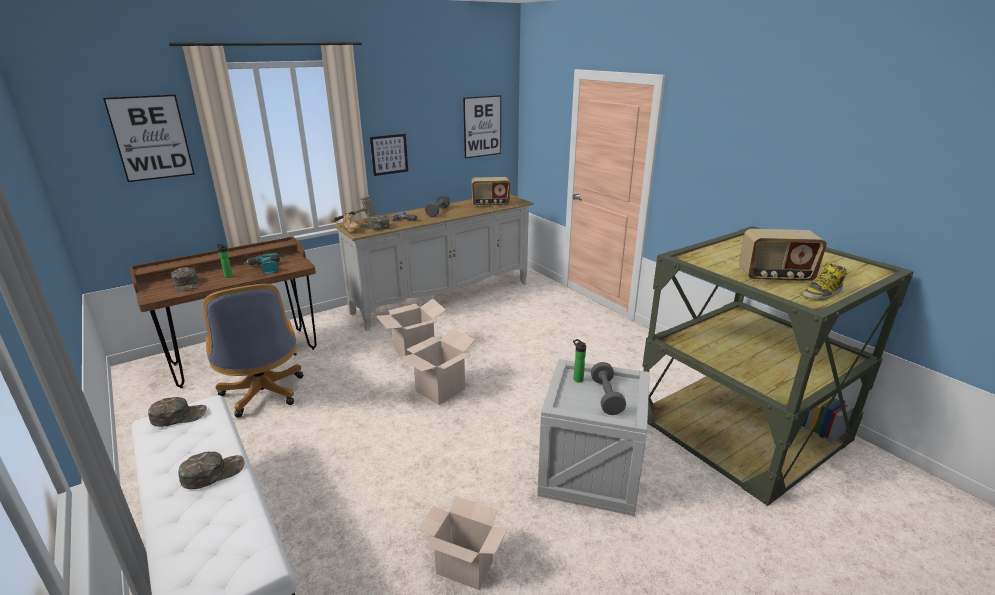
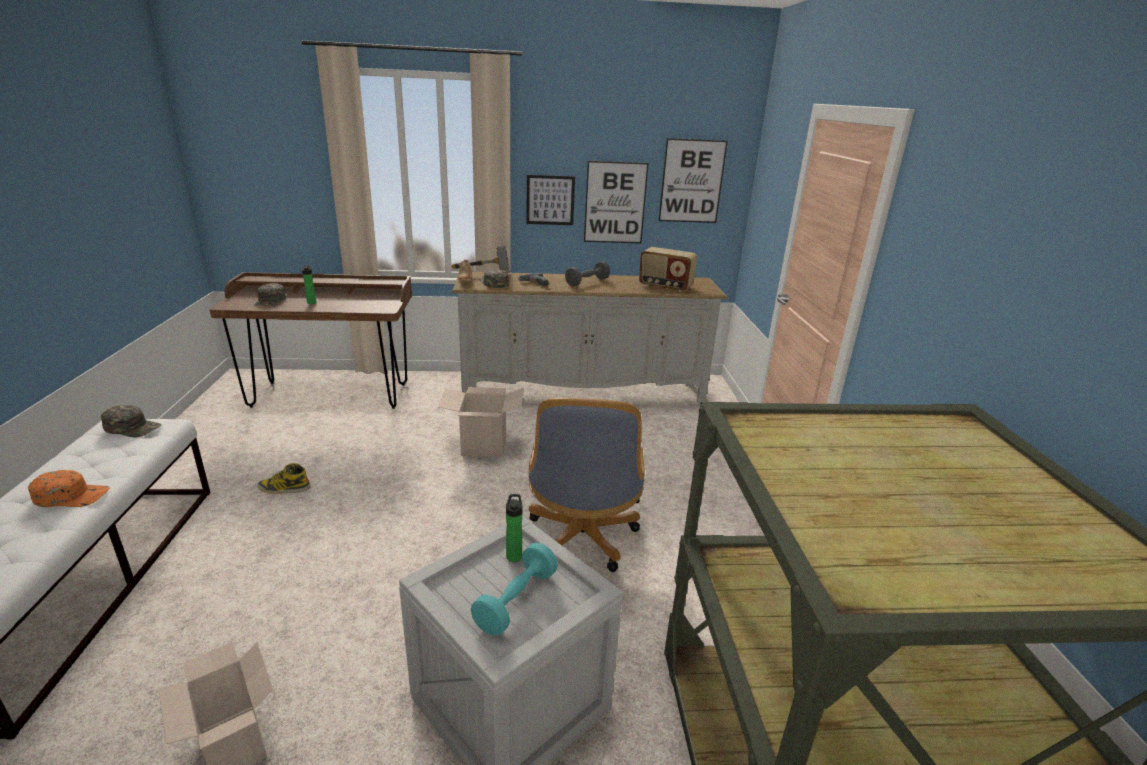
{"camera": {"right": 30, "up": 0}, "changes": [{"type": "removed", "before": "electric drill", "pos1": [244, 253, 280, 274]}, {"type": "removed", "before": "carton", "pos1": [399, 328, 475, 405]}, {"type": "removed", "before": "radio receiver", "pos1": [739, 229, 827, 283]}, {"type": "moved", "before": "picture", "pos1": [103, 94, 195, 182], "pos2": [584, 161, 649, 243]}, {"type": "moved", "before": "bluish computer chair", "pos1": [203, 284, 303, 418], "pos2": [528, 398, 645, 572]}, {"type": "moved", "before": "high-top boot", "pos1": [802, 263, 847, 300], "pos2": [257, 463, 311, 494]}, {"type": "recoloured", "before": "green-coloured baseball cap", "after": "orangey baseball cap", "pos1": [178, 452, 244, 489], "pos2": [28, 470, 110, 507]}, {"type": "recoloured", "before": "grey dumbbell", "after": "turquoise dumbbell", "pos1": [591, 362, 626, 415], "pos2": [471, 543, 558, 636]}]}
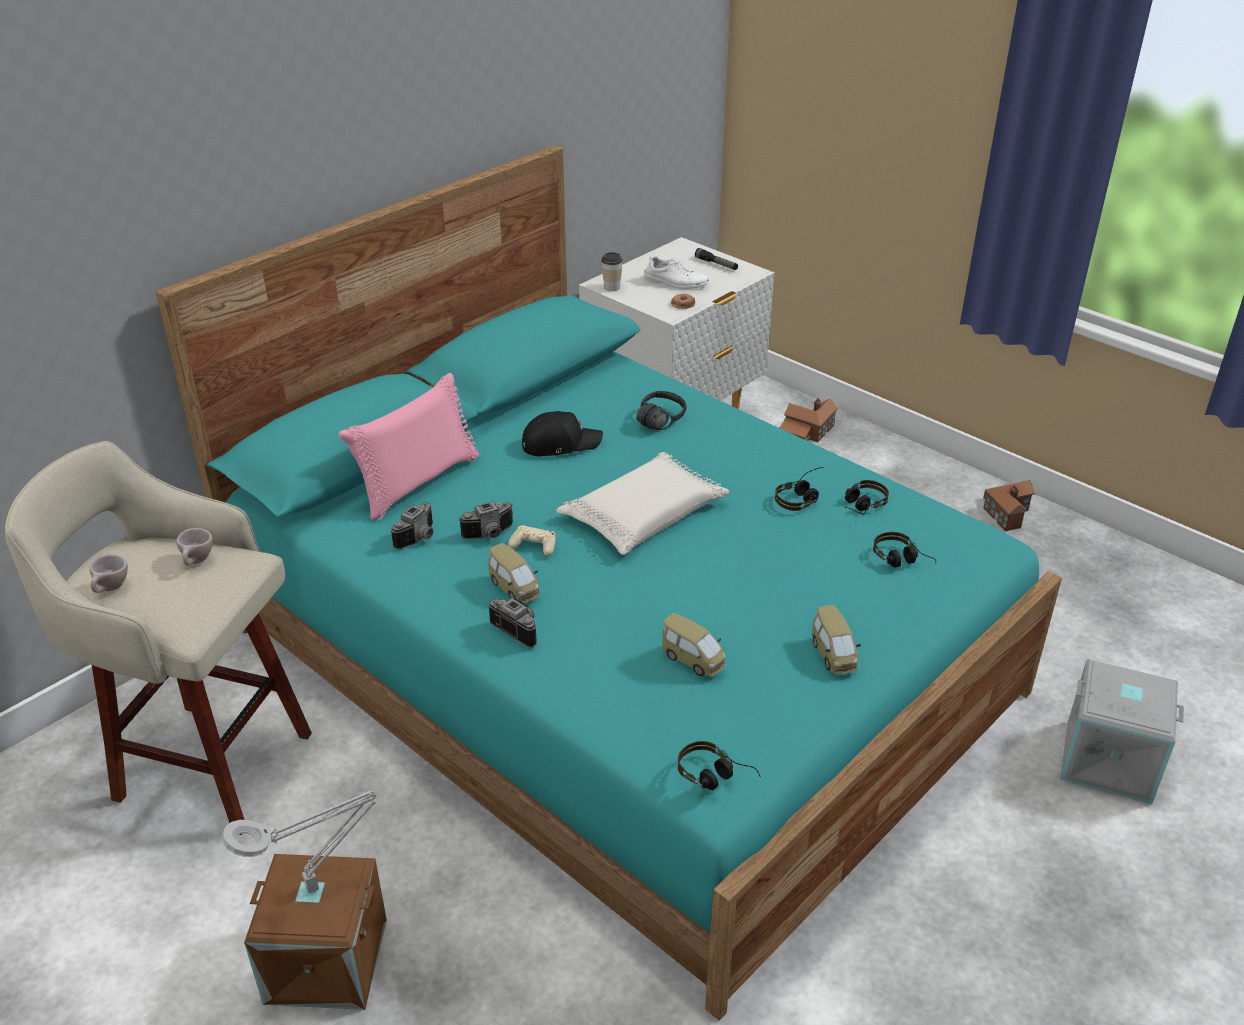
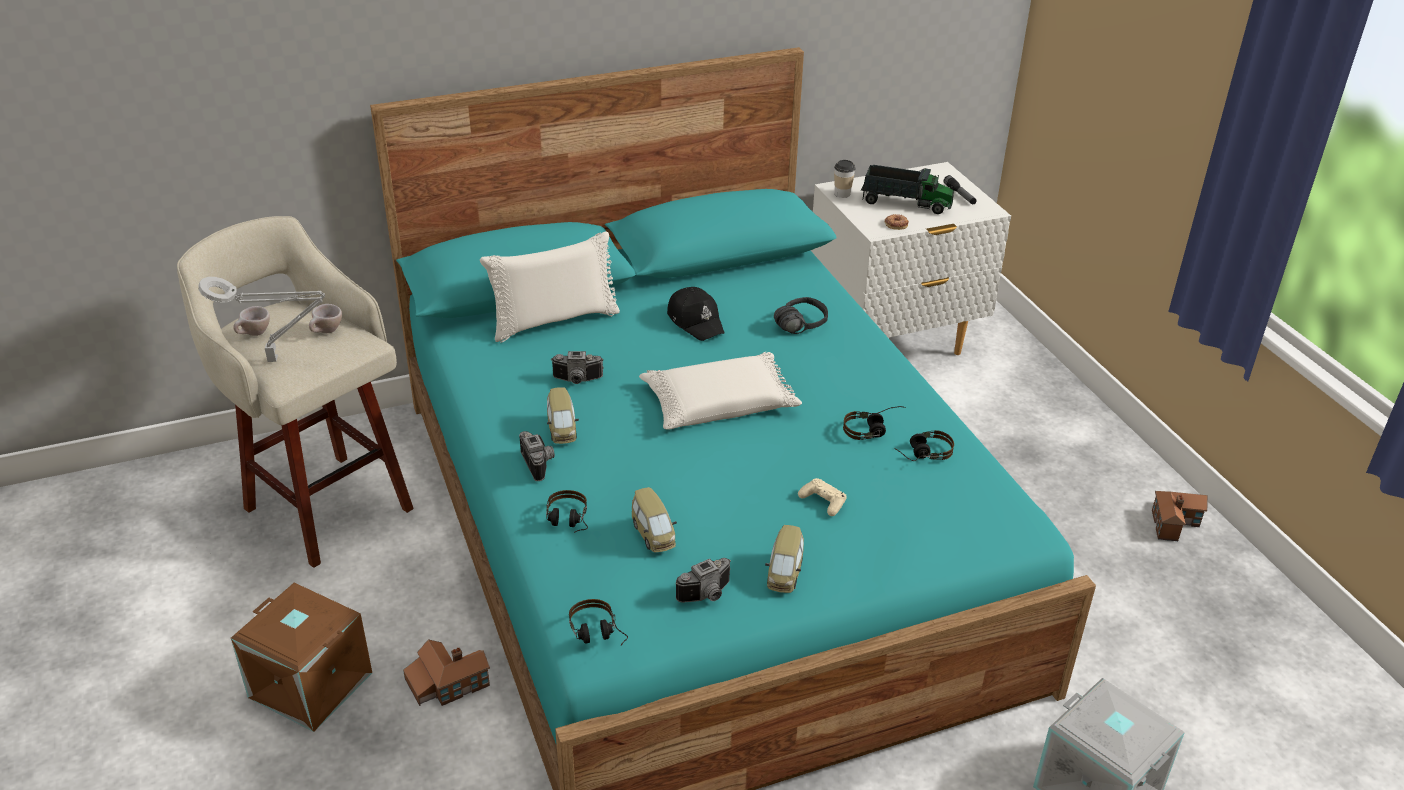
{"camera": {"right": 25, "up": 0}, "changes": [{"type": "moved", "before": "grey tabletop lamp", "pos1": [222, 790, 376, 894], "pos2": [198, 277, 325, 362]}, {"type": "moved", "before": "photo camera", "pos1": [391, 502, 433, 549], "pos2": [676, 558, 731, 603]}, {"type": "moved", "before": "beige joypad", "pos1": [508, 526, 556, 556], "pos2": [798, 478, 847, 516]}, {"type": "moved", "before": "toy house", "pos1": [780, 398, 838, 442], "pos2": [403, 639, 490, 706]}, {"type": "moved", "before": "headset", "pos1": [873, 532, 936, 568], "pos2": [546, 490, 588, 533]}, {"type": "replaced", "before": "white shoe", "after": "model truck", "pos1": [643, 256, 709, 289], "pos2": [861, 165, 954, 214]}, {"type": "recoloured", "before": "pink cushion", "after": "white cushion", "pos1": [339, 373, 479, 521], "pos2": [480, 232, 620, 343]}, {"type": "turned", "before": "black baseball cap", "pos1": [522, 411, 603, 456], "pos2": [667, 287, 724, 341], "turn": 45}]}
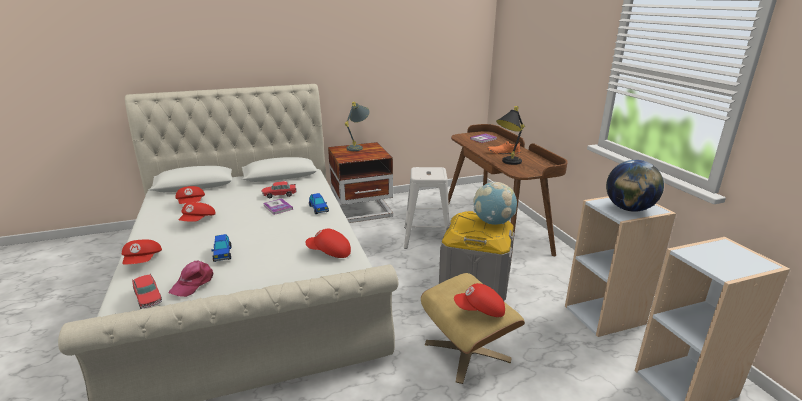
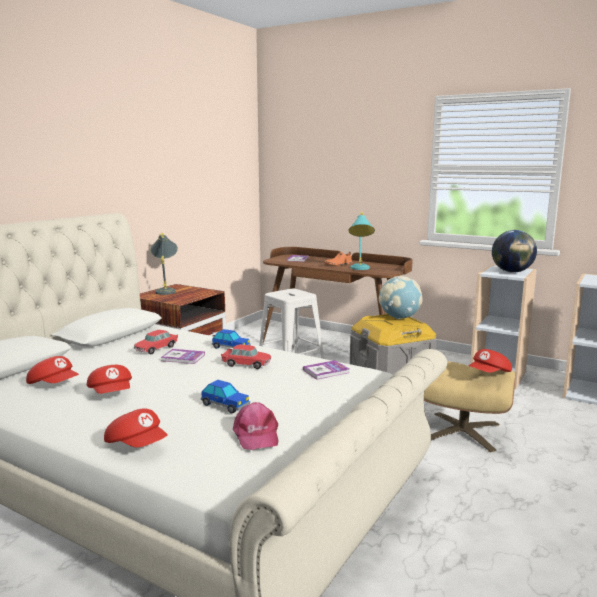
{"camera": {"right": -40, "up": -10}, "changes": [{"type": "moved", "before": "toy car", "pos1": [132, 274, 162, 309], "pos2": [221, 344, 271, 369]}, {"type": "replaced", "before": "red-coloured baseball cap", "after": "book", "pos1": [306, 229, 351, 258], "pos2": [303, 360, 349, 380]}, {"type": "recoloured", "before": "black tabletop lamp", "after": "turquoise tabletop lamp", "pos1": [496, 106, 525, 165], "pos2": [348, 212, 375, 270]}]}
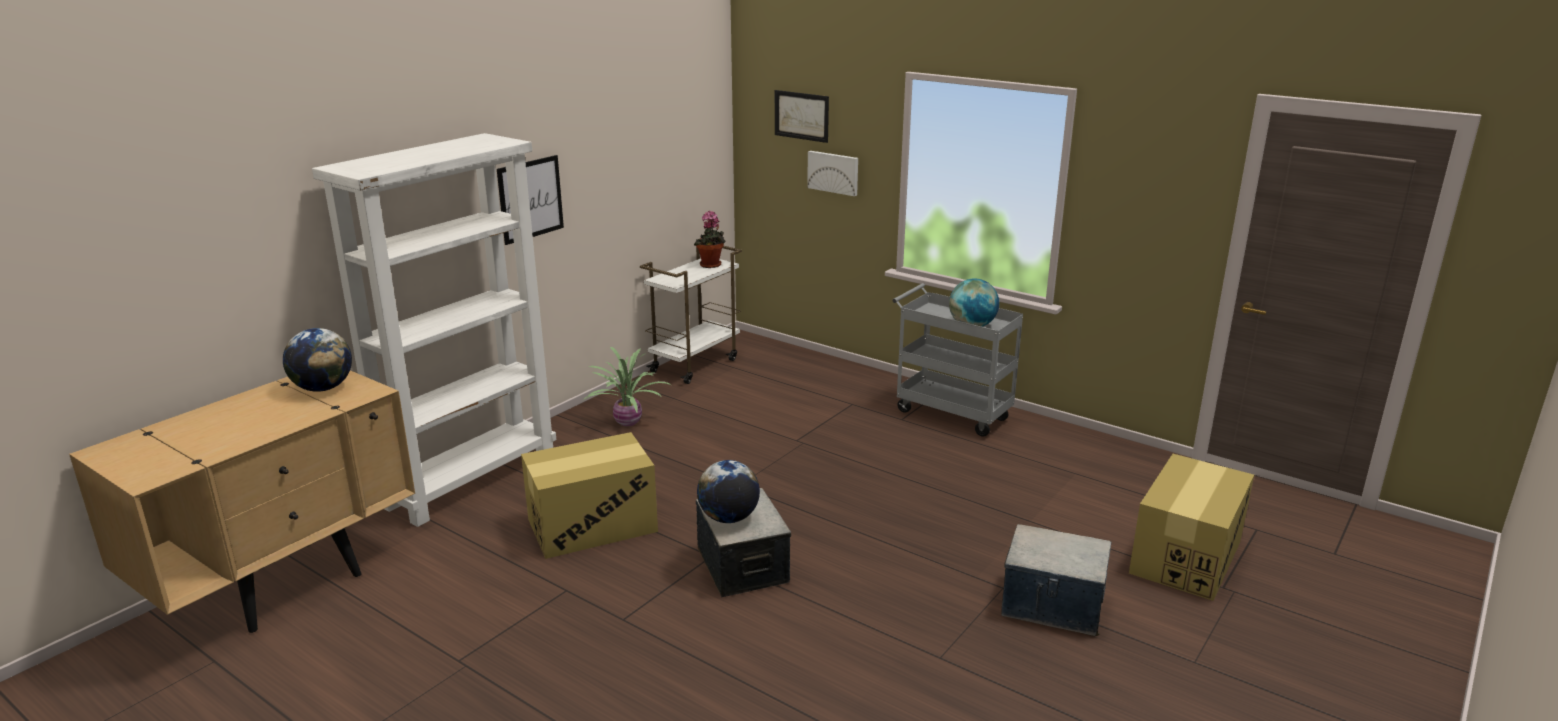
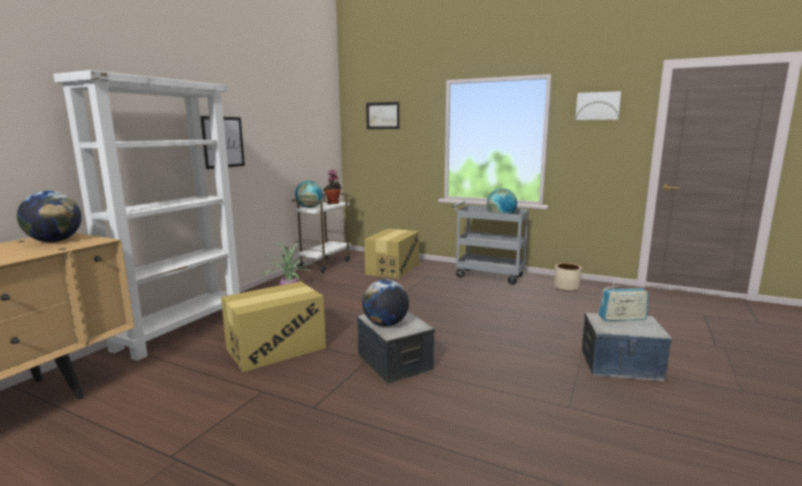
{"camera": {"right": -10, "up": -10}, "changes": [{"type": "added", "after": "globe", "pos2": [295, 180, 323, 208]}, {"type": "added", "after": "beige plant pot", "pos2": [554, 263, 582, 291]}, {"type": "added", "after": "radio receiver", "pos2": [599, 283, 648, 321]}, {"type": "moved", "before": "picture", "pos1": [807, 151, 858, 196], "pos2": [575, 91, 621, 120]}, {"type": "moved", "before": "carton", "pos1": [1129, 454, 1254, 601], "pos2": [364, 229, 419, 279]}]}
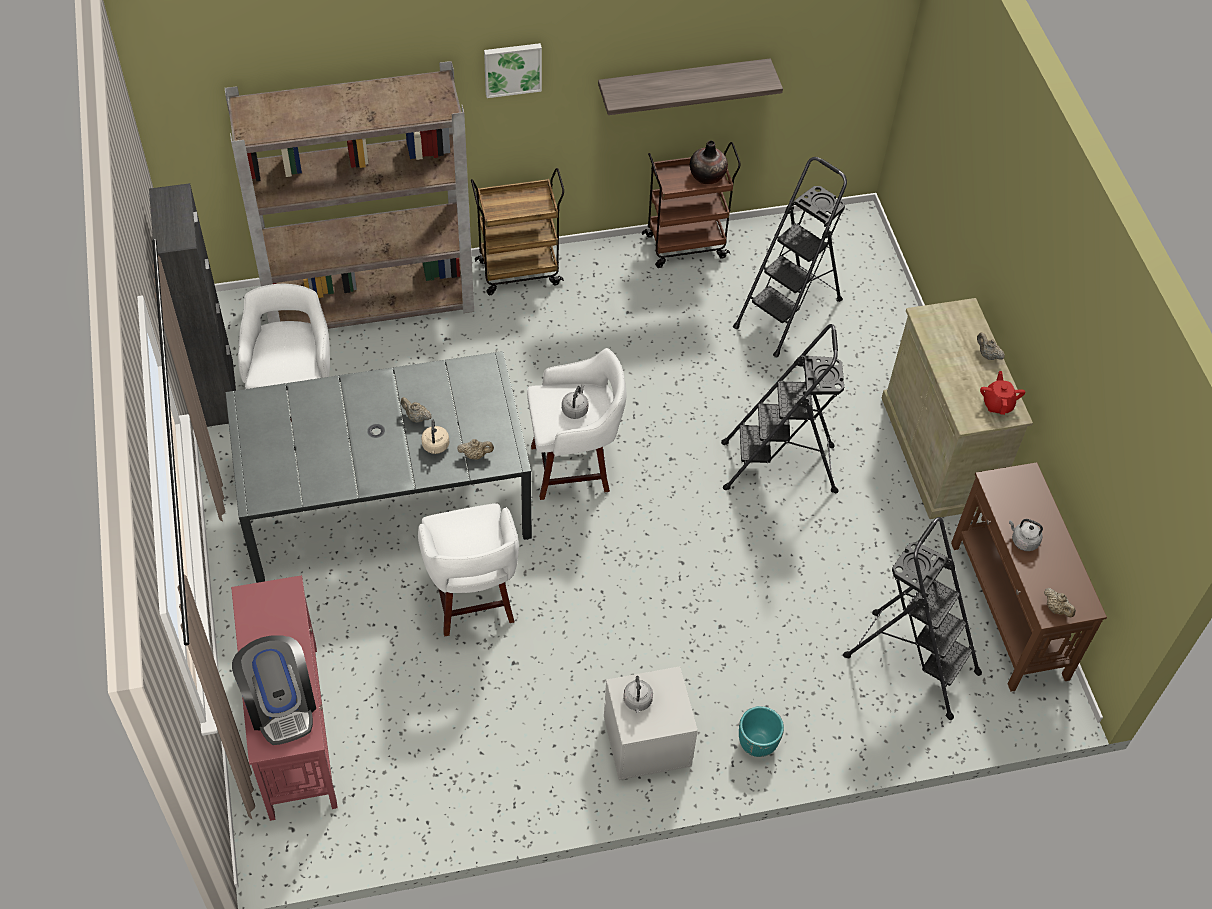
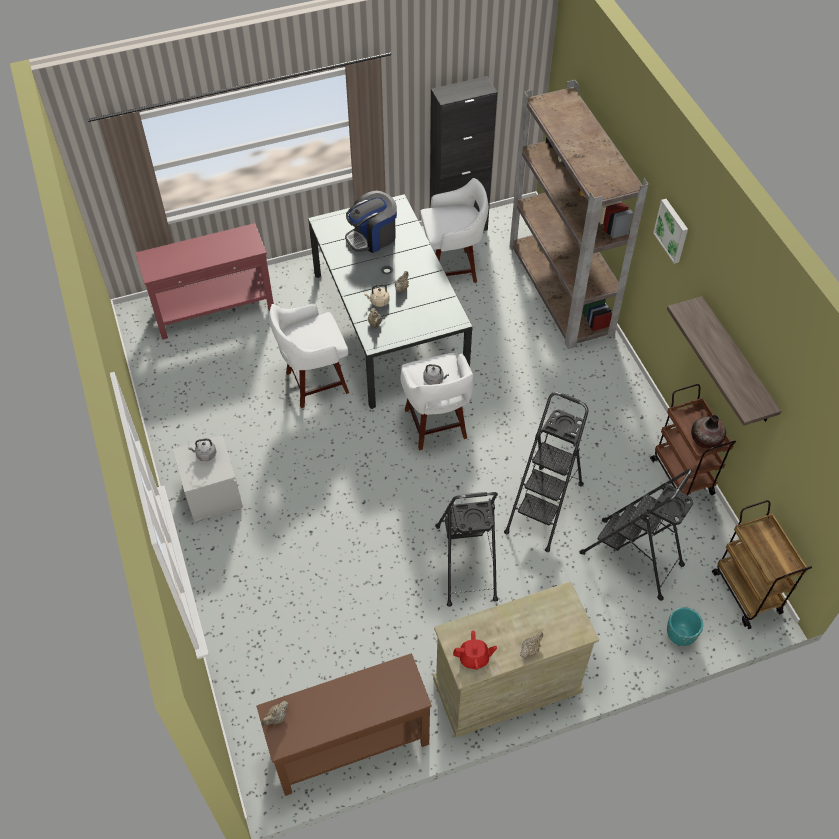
{"camera": {"right": 85, "up": 0}, "changes": [{"type": "removed", "before": "grey water kettle", "pos1": [1009, 519, 1043, 551]}, {"type": "moved", "before": "coffee brewer", "pos1": [232, 636, 316, 745], "pos2": [345, 191, 397, 253]}, {"type": "moved", "before": "brown wheeled cart", "pos1": [471, 168, 564, 295], "pos2": [712, 500, 812, 629]}, {"type": "moved", "before": "turquoise plant pot", "pos1": [739, 706, 784, 757], "pos2": [667, 607, 703, 646]}, {"type": "moved", "before": "step stool", "pos1": [843, 517, 982, 720], "pos2": [504, 392, 588, 552]}]}
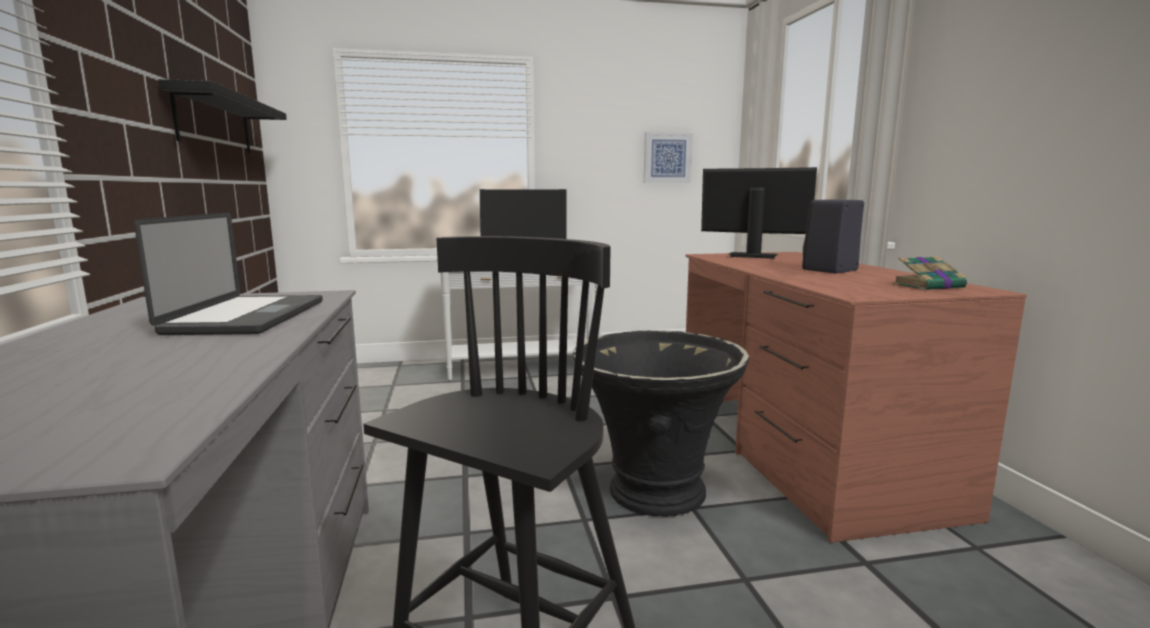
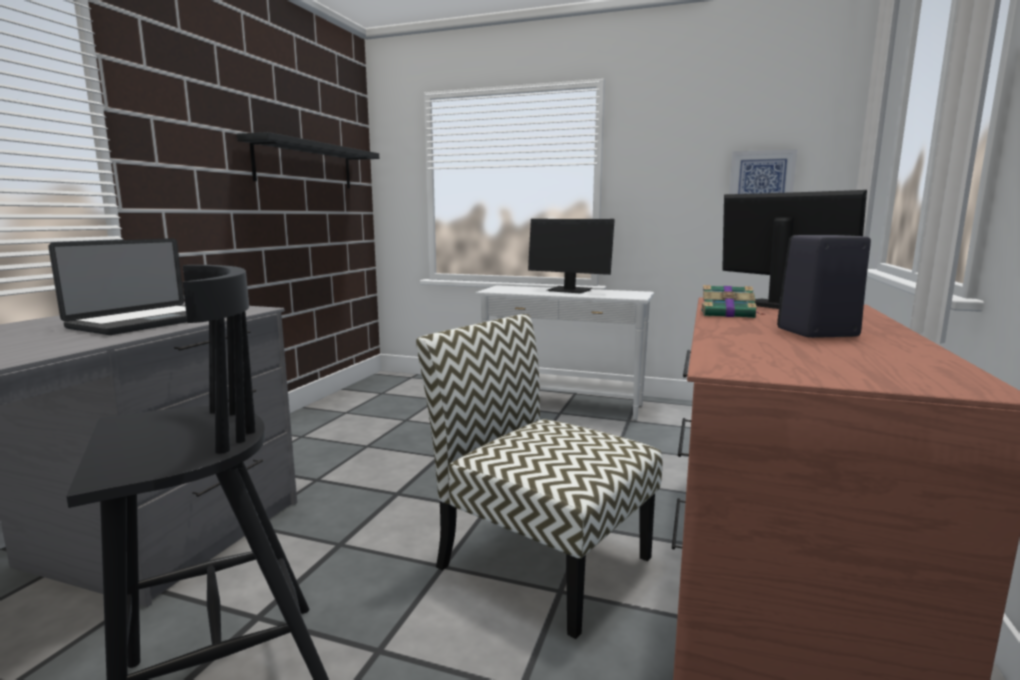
{"camera": {"right": 30, "up": 0}, "changes": [{"type": "moved", "before": "book", "pos1": [893, 256, 967, 290], "pos2": [701, 285, 765, 318]}, {"type": "replaced", "before": "black plant pot", "after": "plain chair", "pos1": [573, 330, 749, 517], "pos2": [416, 314, 663, 639]}]}
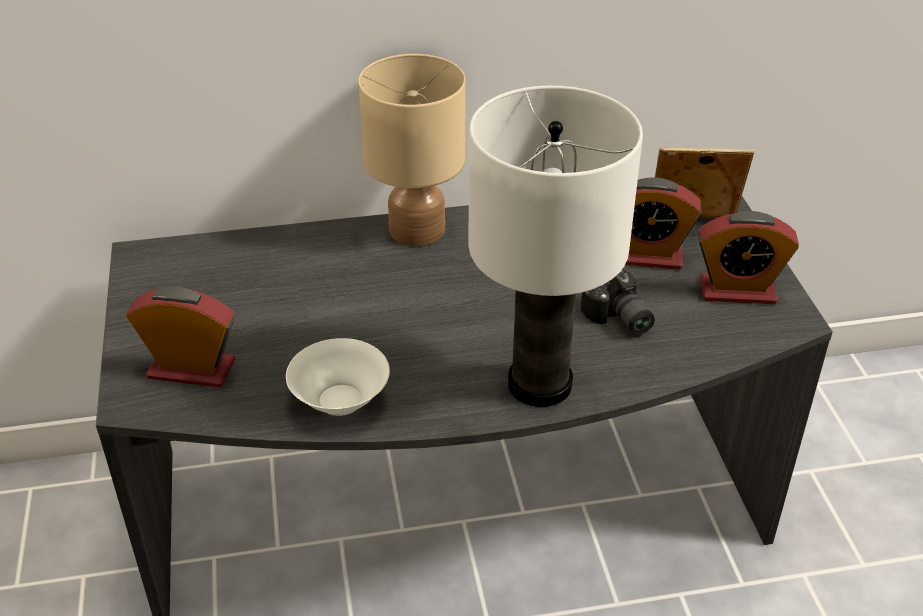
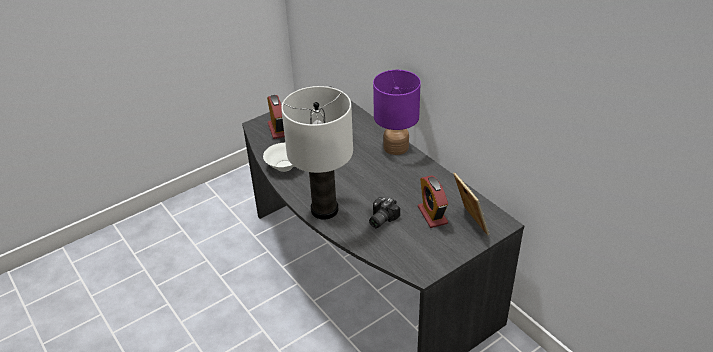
{"camera": {"right": 65, "up": 0}, "changes": [{"type": "removed", "before": "bedside clock", "pos1": [698, 211, 799, 304]}, {"type": "recoloured", "before": "beige tabletop lamp", "after": "purple-coloured tabletop lamp", "pos1": [359, 54, 465, 246], "pos2": [373, 70, 421, 155]}]}
